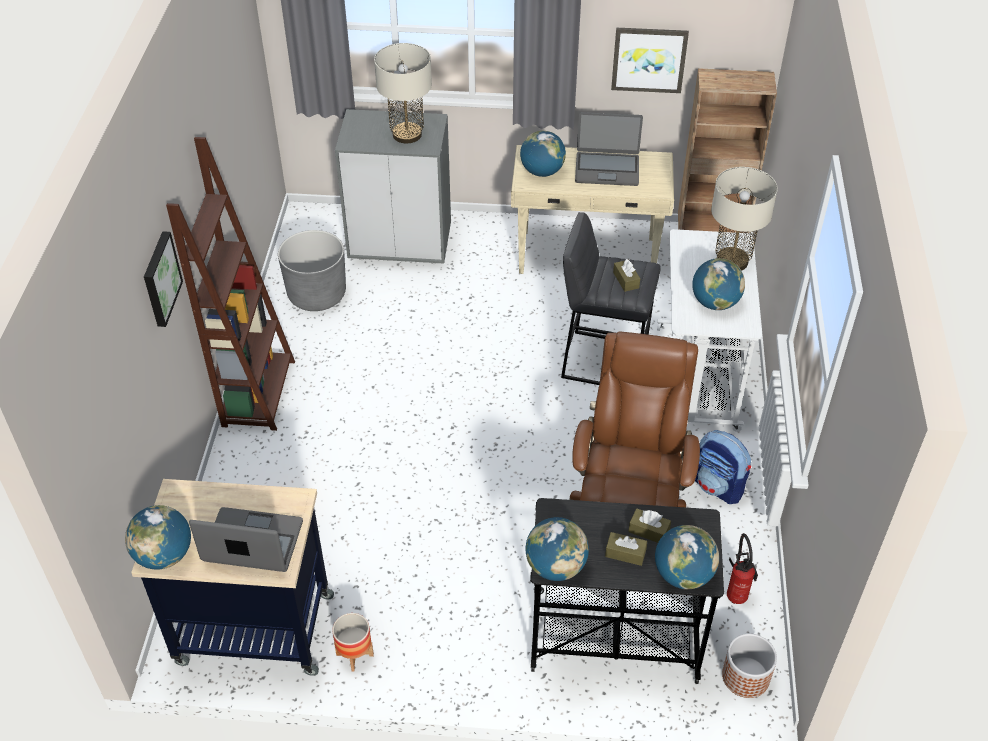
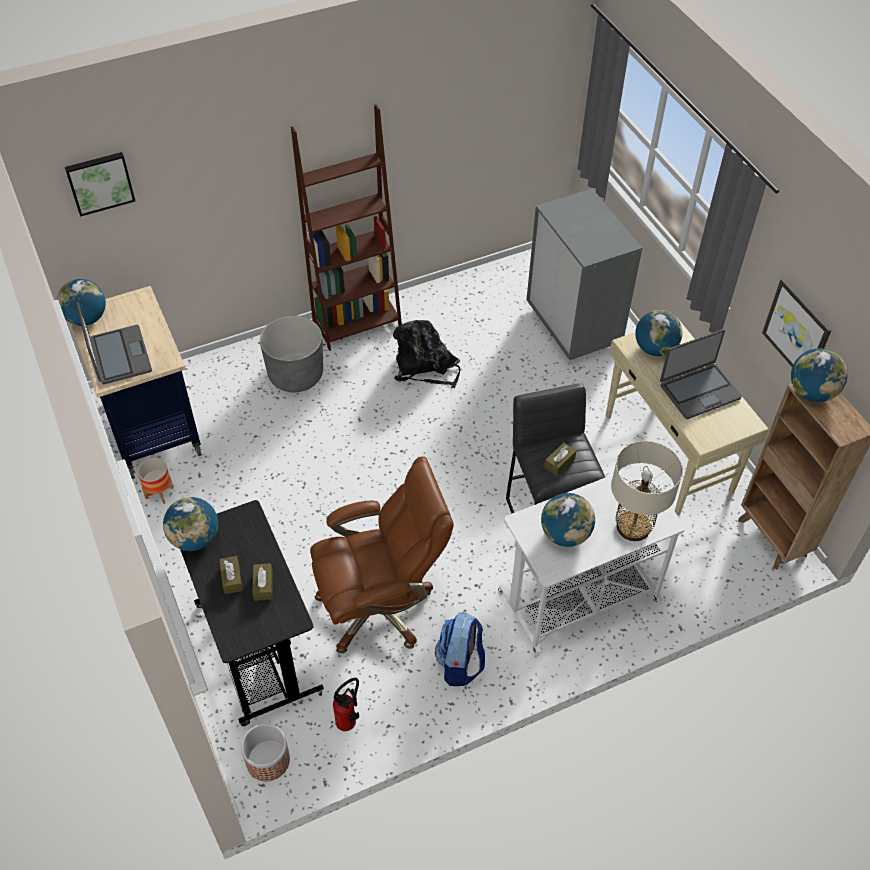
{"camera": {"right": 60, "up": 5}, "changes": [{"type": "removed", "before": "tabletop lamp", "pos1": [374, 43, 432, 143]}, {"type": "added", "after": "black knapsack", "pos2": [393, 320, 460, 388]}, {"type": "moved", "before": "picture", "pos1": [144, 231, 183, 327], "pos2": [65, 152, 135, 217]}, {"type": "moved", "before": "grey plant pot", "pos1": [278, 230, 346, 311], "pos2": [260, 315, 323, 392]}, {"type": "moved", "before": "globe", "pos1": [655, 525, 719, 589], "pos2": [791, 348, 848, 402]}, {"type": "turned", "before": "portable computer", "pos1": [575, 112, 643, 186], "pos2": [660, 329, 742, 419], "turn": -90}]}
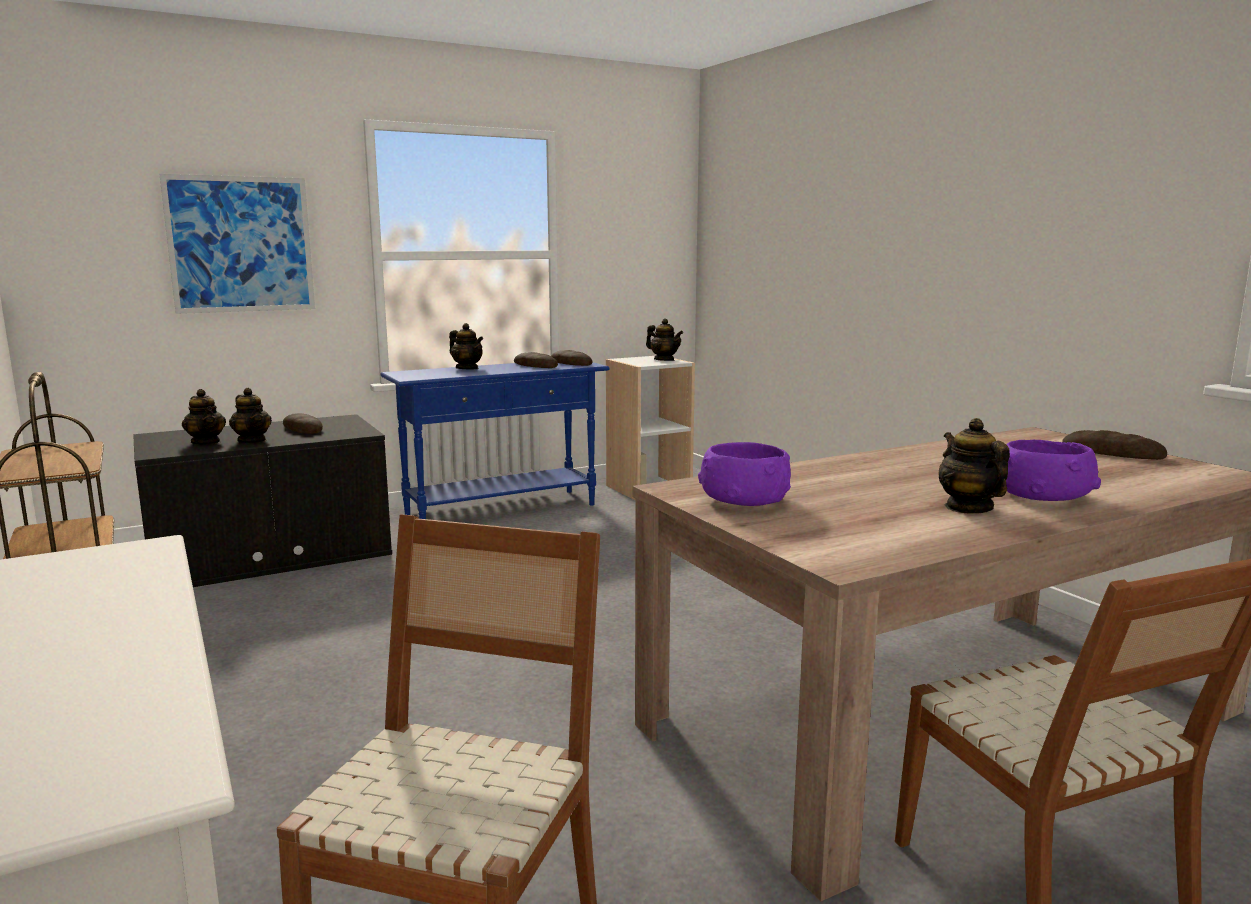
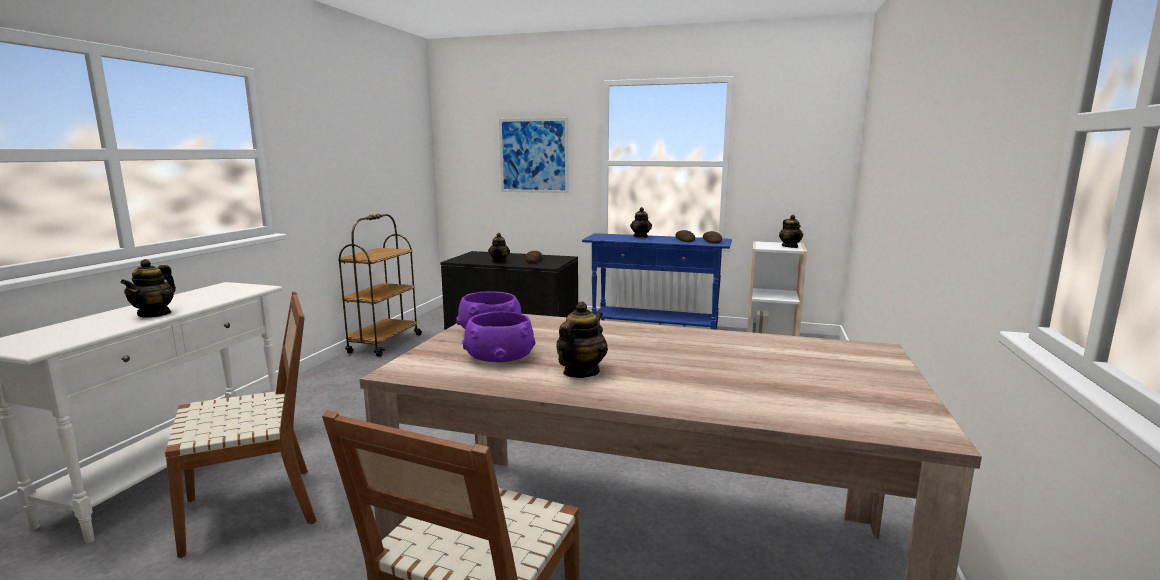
{"camera": {"right": 45, "up": 0}, "changes": [{"type": "removed", "before": "baked bread", "pos1": [1062, 430, 1167, 460]}, {"type": "moved", "before": "pot for tea", "pos1": [182, 389, 226, 445], "pos2": [120, 259, 176, 318]}, {"type": "moved", "before": "purple-coloured deep dish", "pos1": [1006, 440, 1101, 501], "pos2": [462, 311, 535, 362]}]}
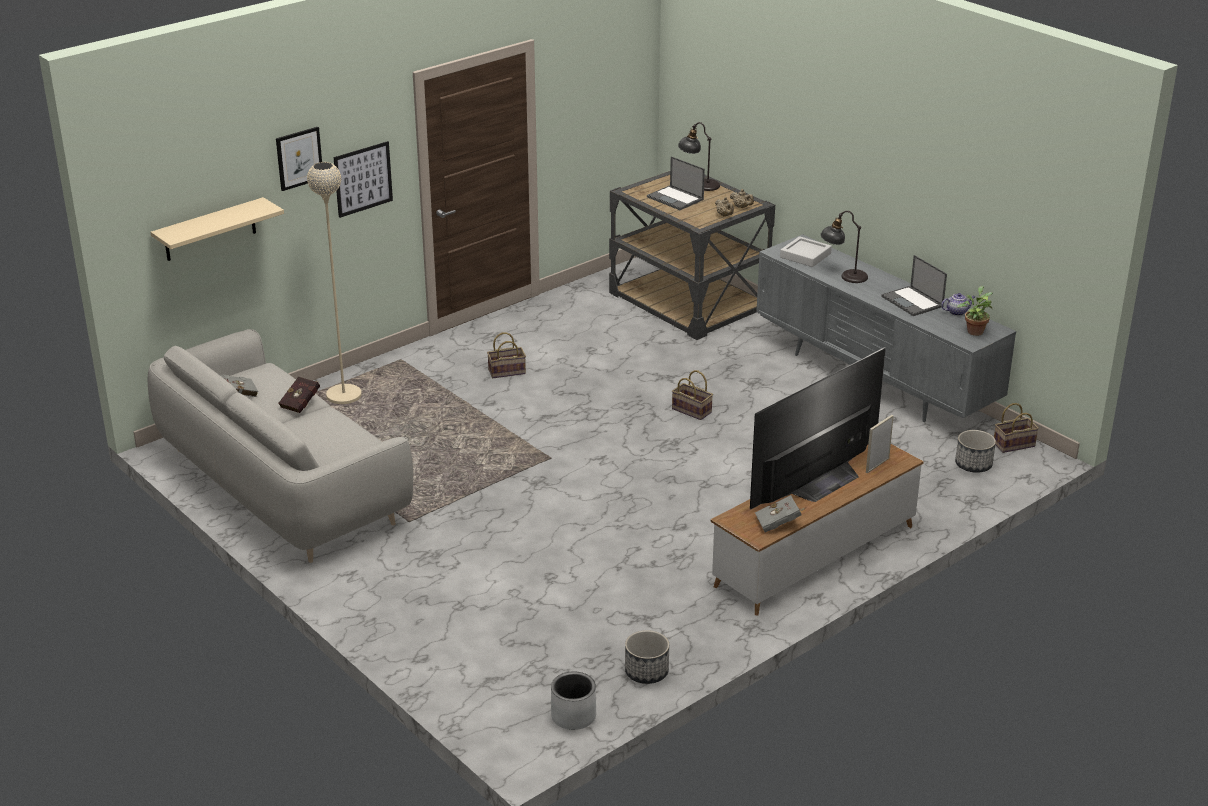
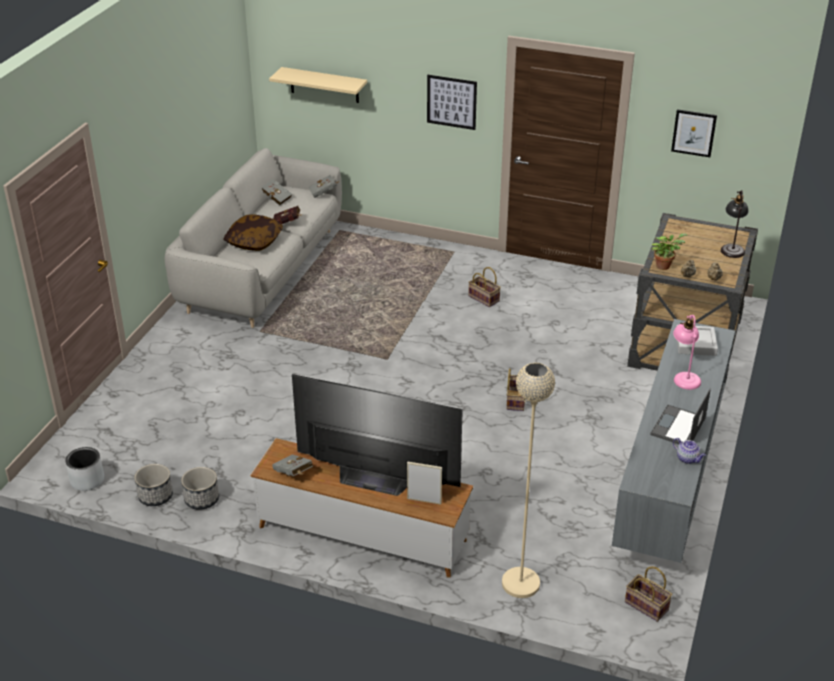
{"camera": {"right": 60, "up": 5}, "changes": [{"type": "removed", "before": "portable computer", "pos1": [647, 156, 705, 210]}, {"type": "added", "after": "cushion", "pos2": [223, 215, 283, 251]}, {"type": "added", "after": "grey book", "pos2": [308, 175, 339, 198]}, {"type": "moved", "before": "picture", "pos1": [276, 127, 322, 191], "pos2": [671, 109, 717, 157]}, {"type": "moved", "before": "beige floor lamp", "pos1": [307, 162, 362, 404], "pos2": [502, 363, 555, 598]}, {"type": "moved", "before": "plant pot", "pos1": [955, 430, 996, 473], "pos2": [181, 467, 219, 510]}, {"type": "moved", "before": "houseplant", "pos1": [957, 286, 993, 336], "pos2": [652, 233, 687, 270]}, {"type": "recoloured", "before": "grey tabletop lamp", "after": "pink tabletop lamp", "pos1": [820, 211, 868, 283], "pos2": [673, 315, 701, 390]}]}
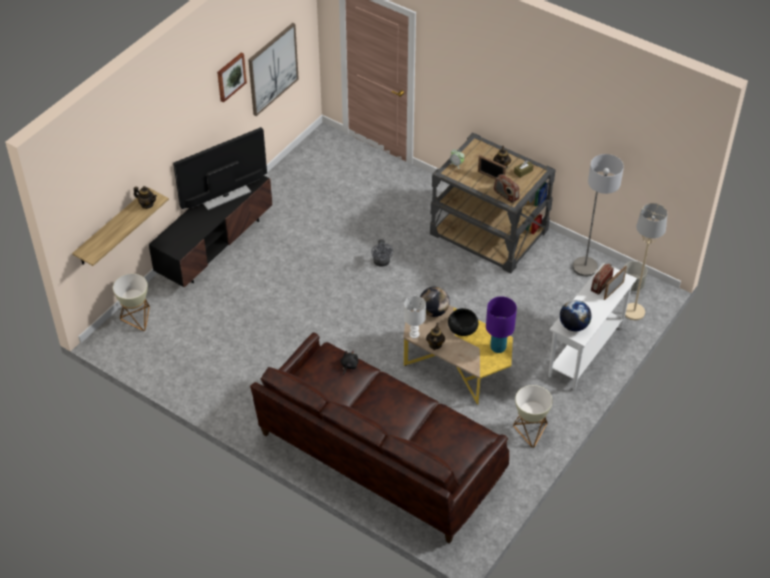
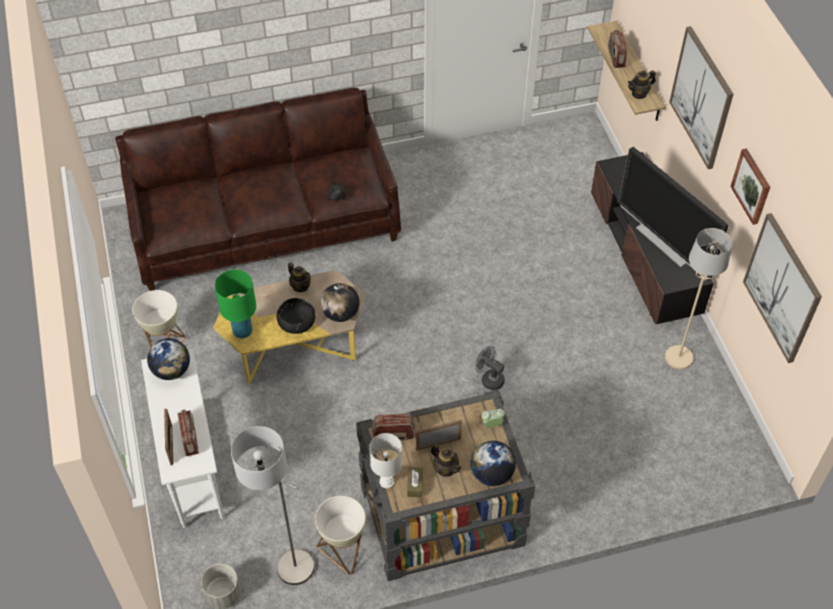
{"camera": {"right": 130, "up": 5}, "changes": [{"type": "added", "after": "globe", "pos2": [470, 441, 516, 486]}, {"type": "added", "after": "radio receiver", "pos2": [608, 30, 627, 68]}, {"type": "added", "after": "picture", "pos2": [669, 26, 733, 169]}, {"type": "moved", "before": "plant pot", "pos1": [113, 274, 150, 331], "pos2": [315, 496, 366, 575]}, {"type": "moved", "before": "white tabletop lamp", "pos1": [404, 296, 426, 338], "pos2": [369, 433, 402, 488]}, {"type": "moved", "before": "beige floor lamp", "pos1": [625, 203, 668, 320], "pos2": [665, 228, 732, 369]}, {"type": "recoloured", "before": "purple-coloured tabletop lamp", "after": "green-coloured tabletop lamp", "pos1": [486, 296, 517, 353], "pos2": [215, 269, 256, 338]}, {"type": "turned", "before": "TV set", "pos1": [173, 127, 267, 210], "pos2": [619, 147, 728, 280], "turn": 135}]}
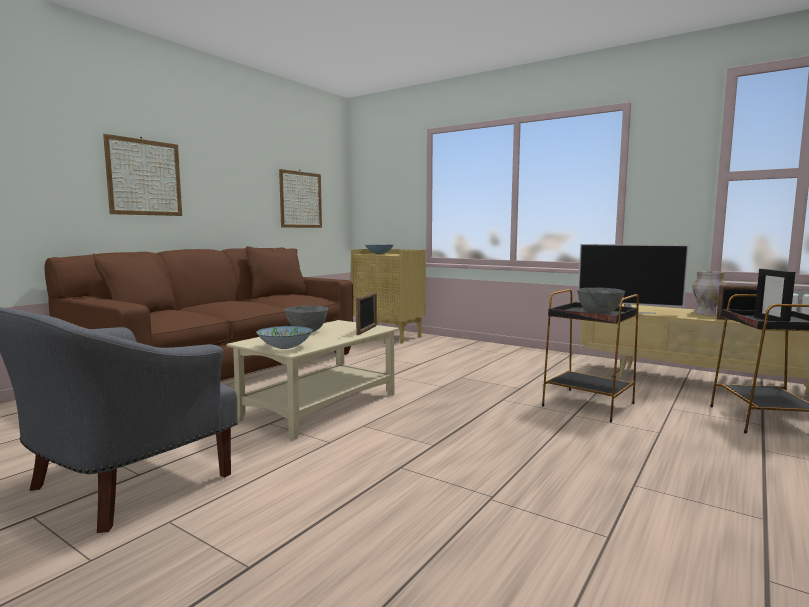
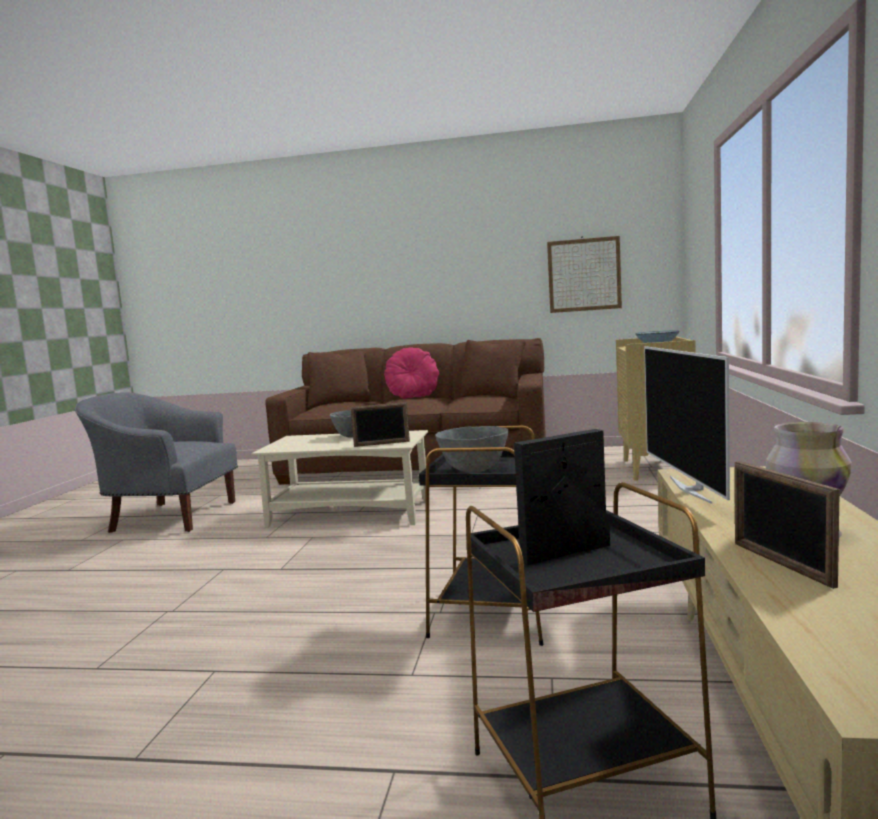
{"camera": {"right": 65, "up": 0}, "changes": [{"type": "removed", "before": "picture", "pos1": [103, 134, 182, 216]}, {"type": "removed", "before": "deep dish", "pos1": [256, 326, 313, 349]}, {"type": "added", "after": "pink cushion", "pos2": [384, 347, 439, 399]}]}
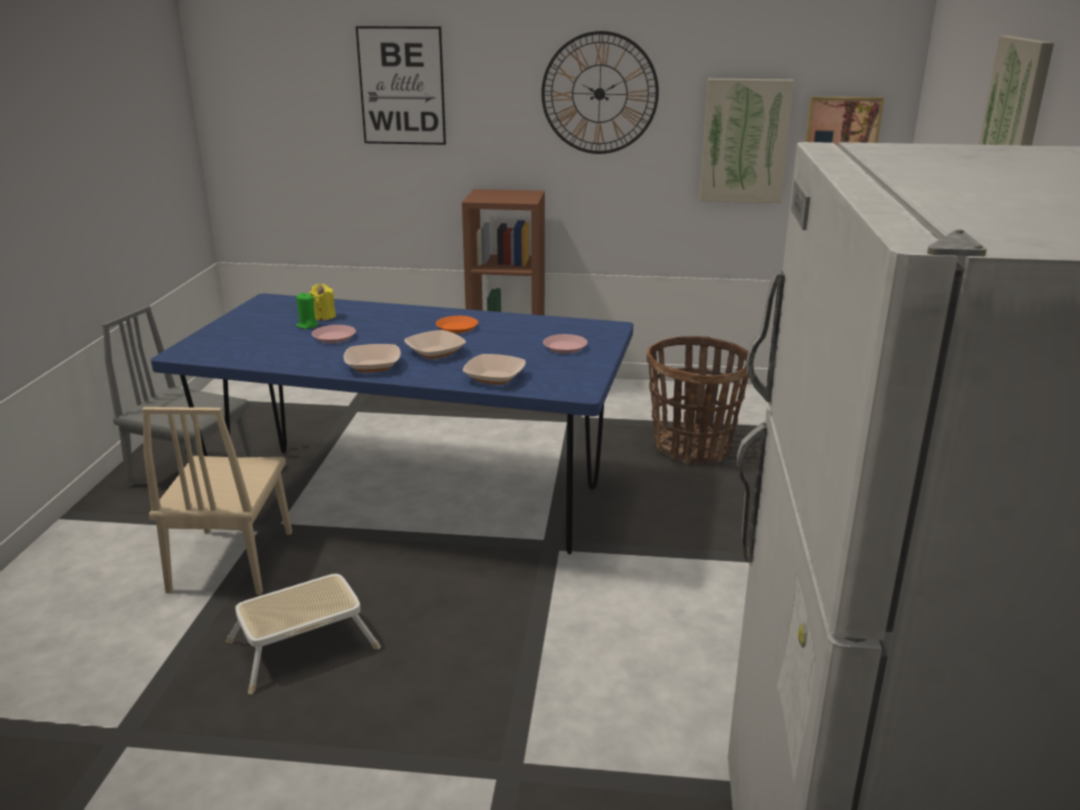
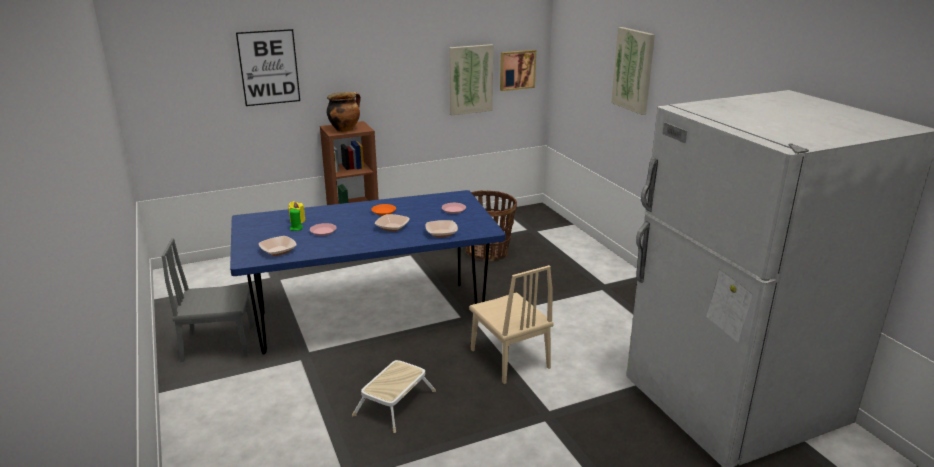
{"camera": {"right": -30, "up": 0}, "changes": [{"type": "removed", "before": "wall clock", "pos1": [541, 31, 659, 154]}, {"type": "added", "after": "stockpot", "pos2": [326, 92, 361, 132]}, {"type": "moved", "before": "beige plain chair", "pos1": [142, 407, 292, 595], "pos2": [469, 265, 554, 384]}, {"type": "moved", "before": "deep dish", "pos1": [344, 344, 401, 373], "pos2": [259, 236, 296, 256]}]}
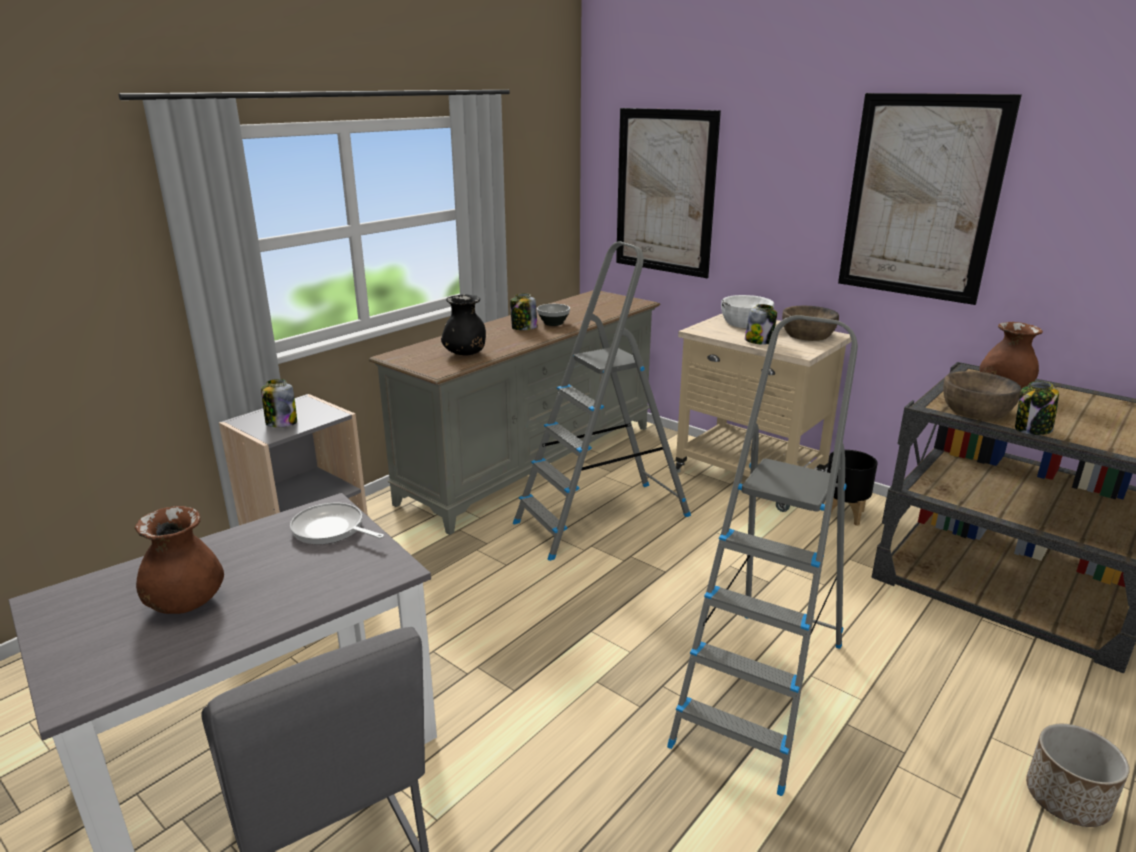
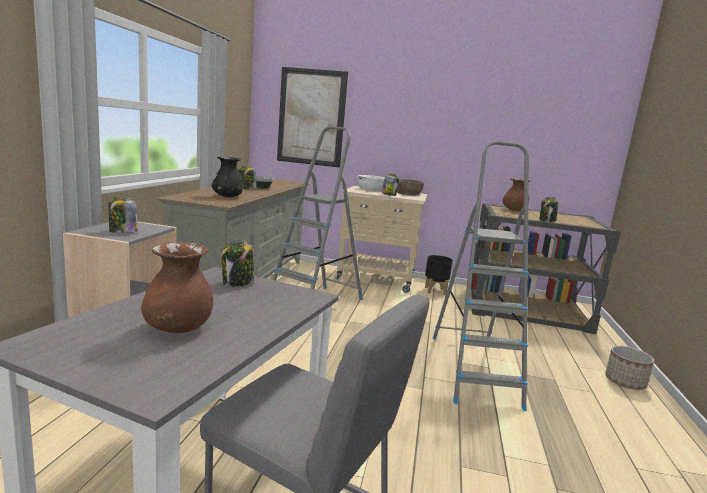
{"camera": {"right": -30, "up": -10}, "changes": [{"type": "removed", "before": "picture", "pos1": [838, 93, 1022, 305]}, {"type": "removed", "before": "brown deep dish", "pos1": [943, 371, 1021, 420]}, {"type": "replaced", "before": "skillet", "after": "storage jar", "pos1": [290, 503, 384, 545], "pos2": [221, 240, 254, 287]}]}
